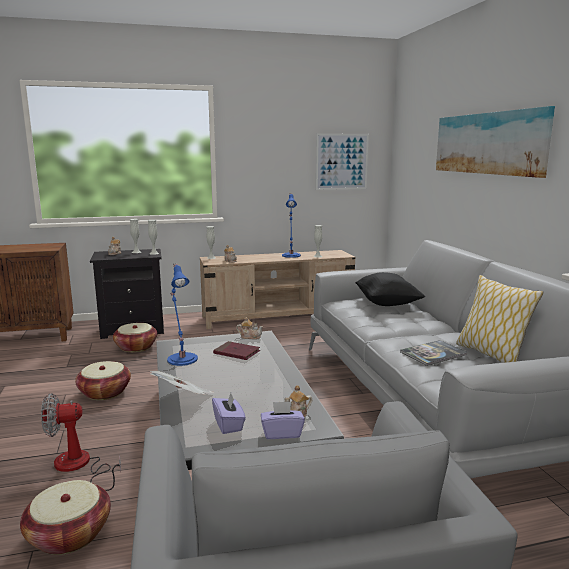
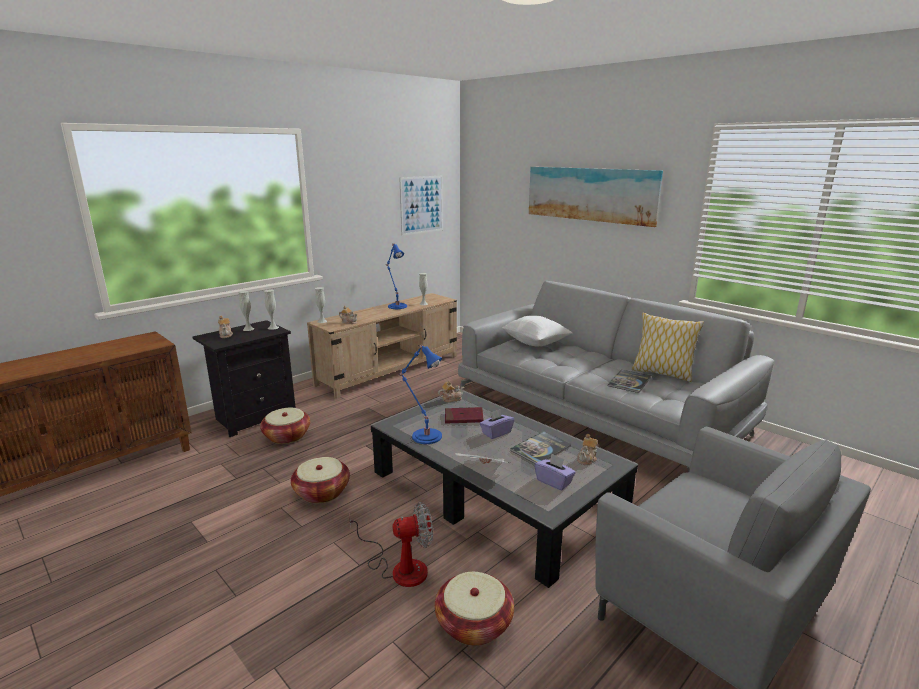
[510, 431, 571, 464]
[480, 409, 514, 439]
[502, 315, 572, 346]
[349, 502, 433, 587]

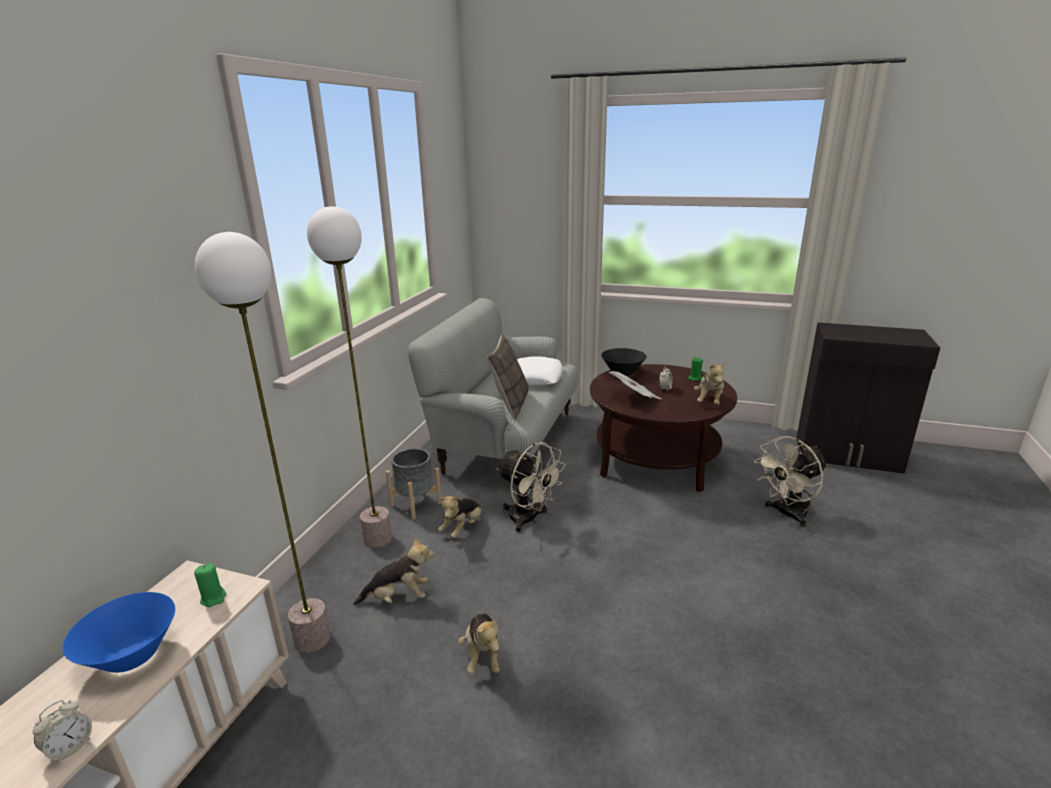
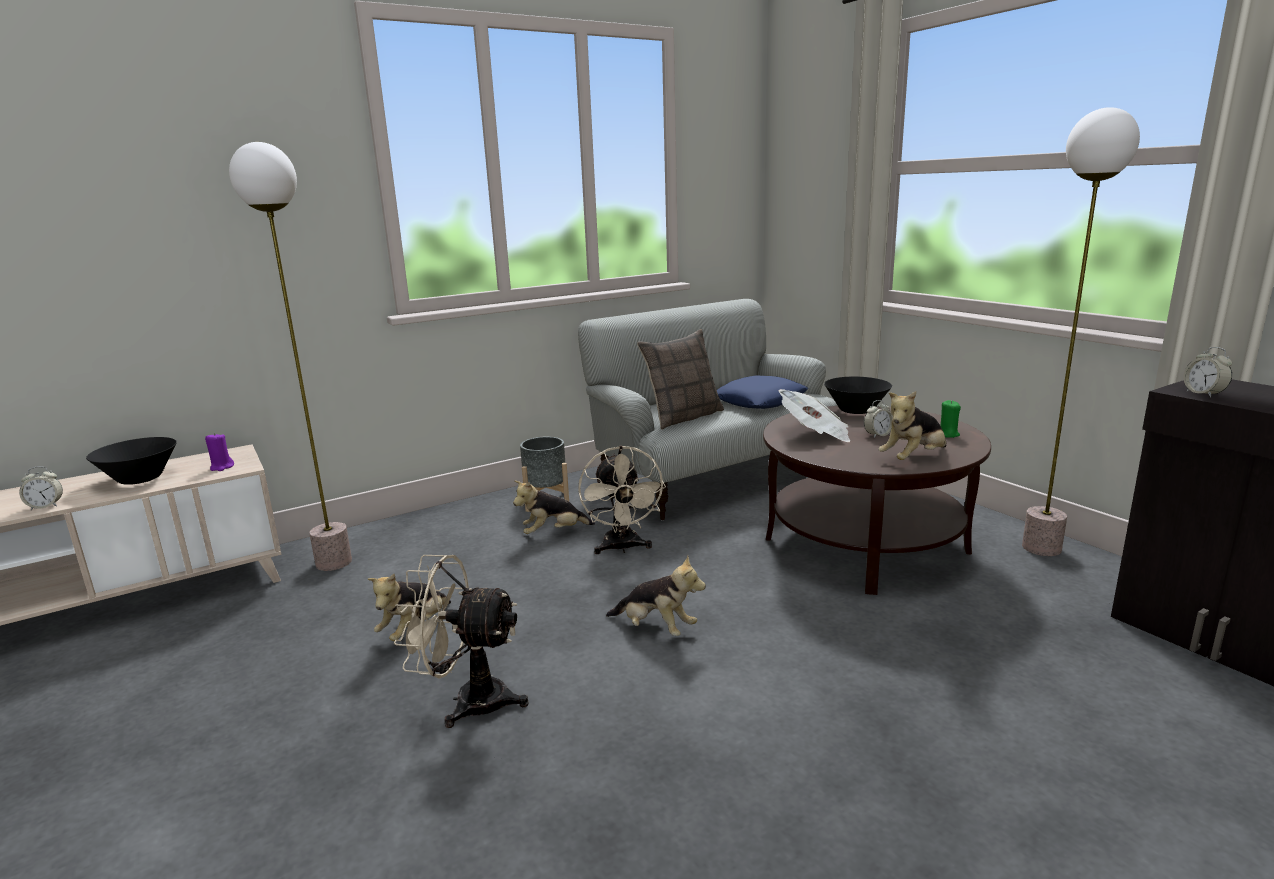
[1183, 347, 1232, 397]
[1022, 107, 1140, 556]
[606, 555, 706, 636]
[394, 555, 528, 728]
[86, 437, 177, 485]
[205, 433, 234, 471]
[717, 375, 808, 409]

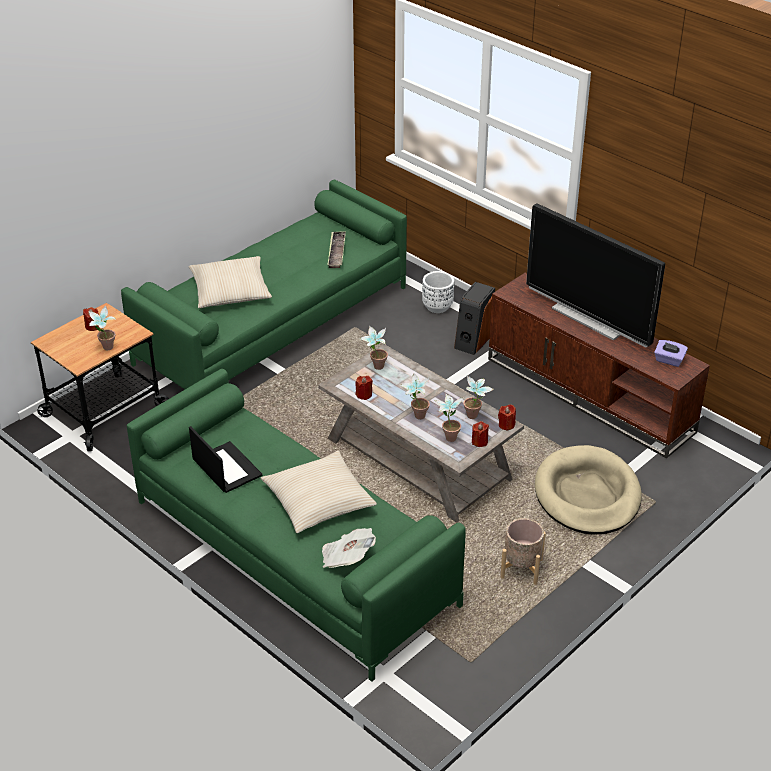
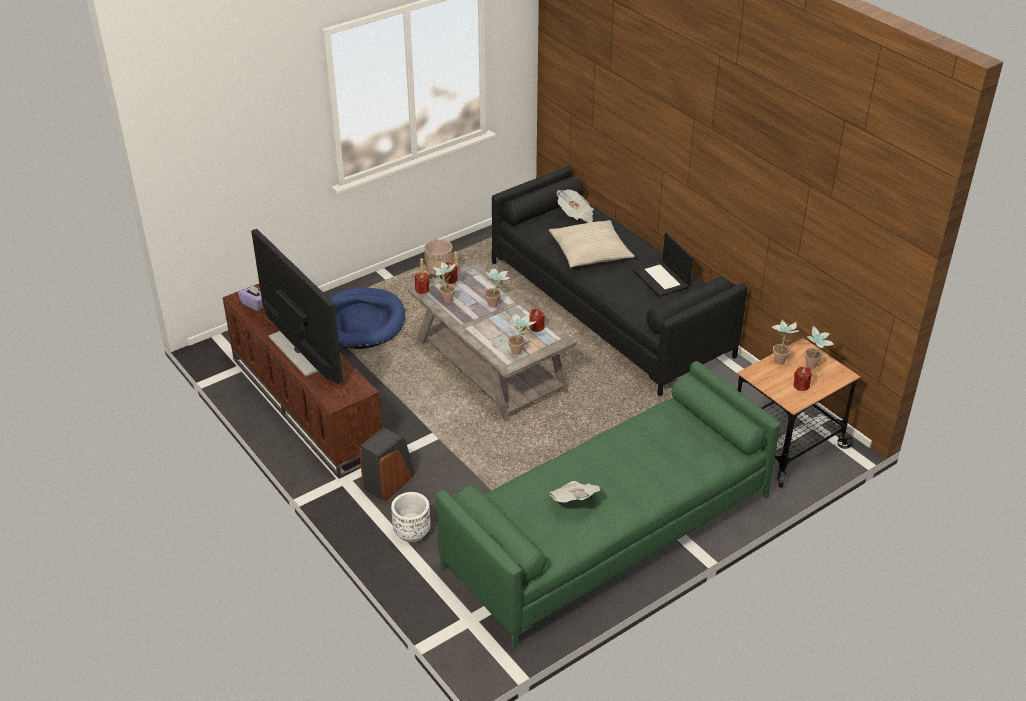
[188, 256, 272, 308] (first image)
[327, 231, 346, 268] (first image)
[549, 481, 600, 502]
[804, 326, 834, 369]
[492, 166, 748, 397]
[330, 288, 405, 349]

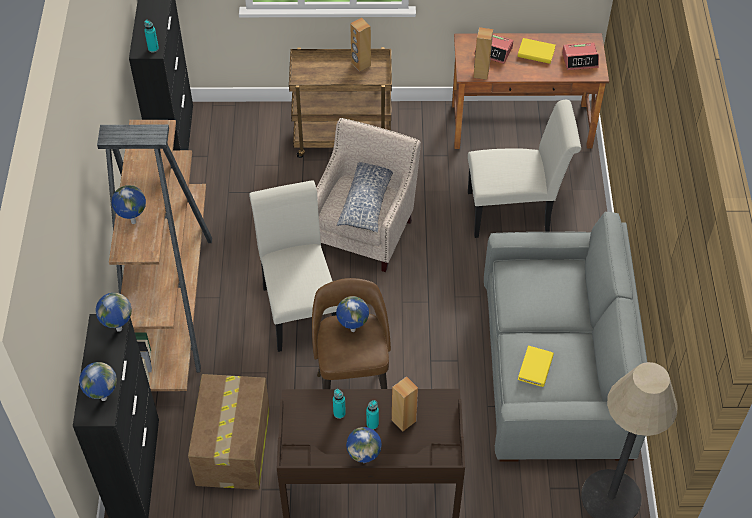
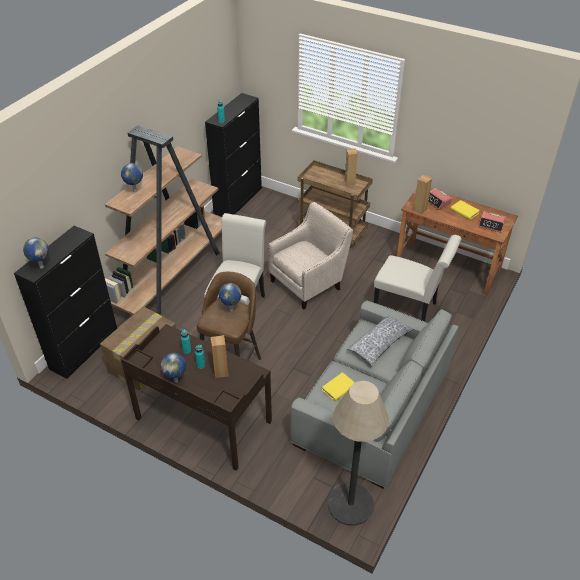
[96, 293, 132, 332] (first image)
[347, 315, 413, 366]

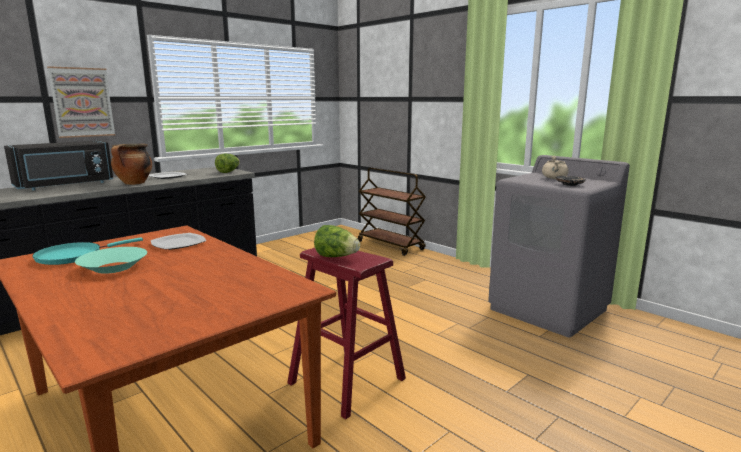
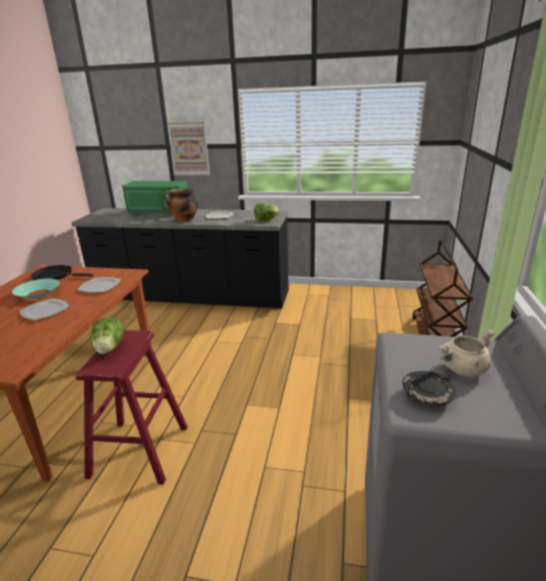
[20, 298, 69, 320]
[122, 181, 188, 214]
[31, 265, 93, 280]

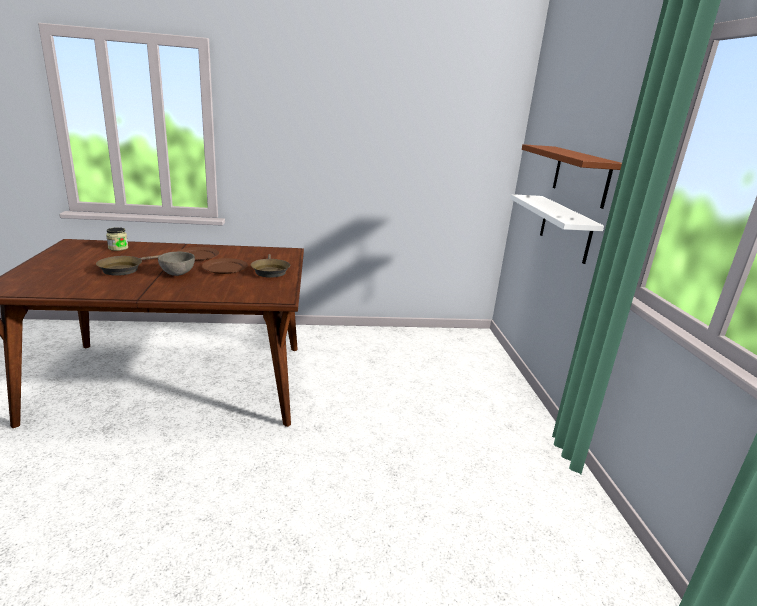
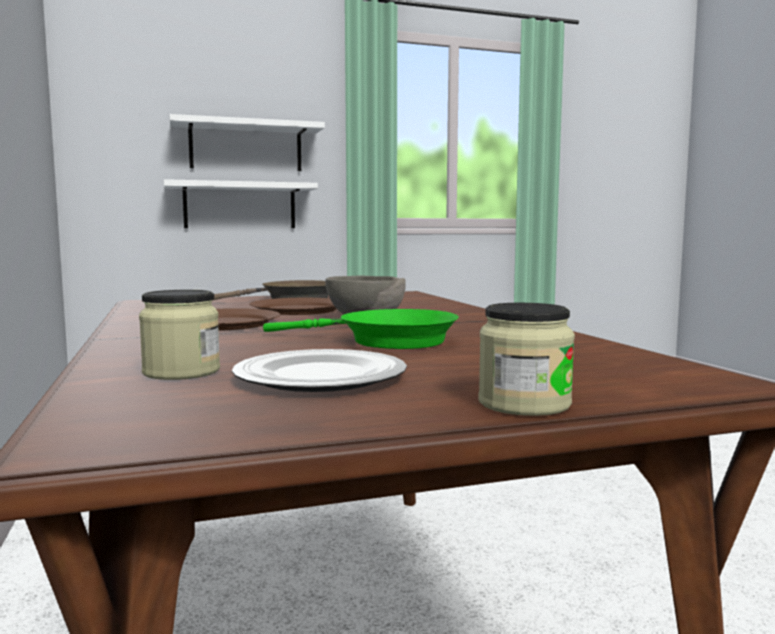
[232, 349, 407, 392]
[479, 303, 575, 416]
[263, 309, 458, 349]
[170, 114, 325, 171]

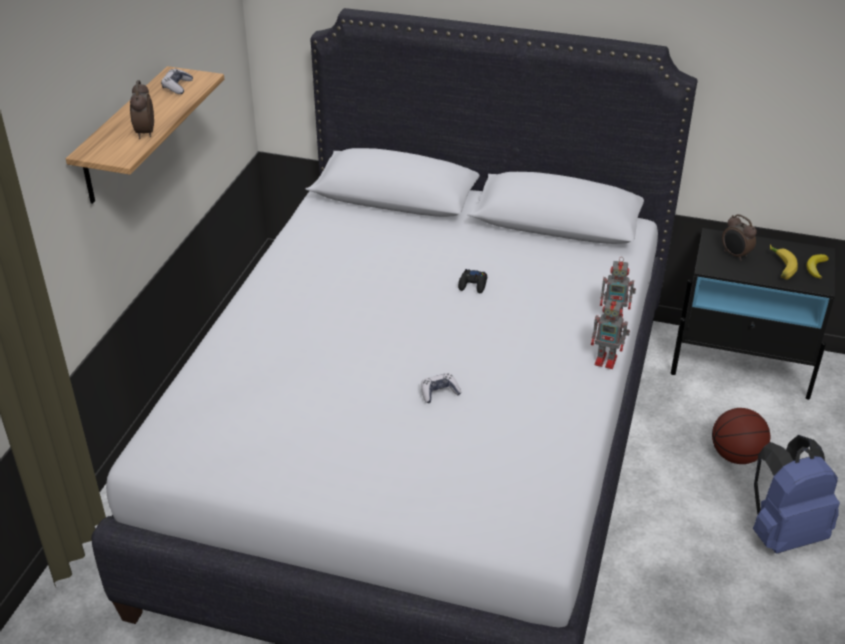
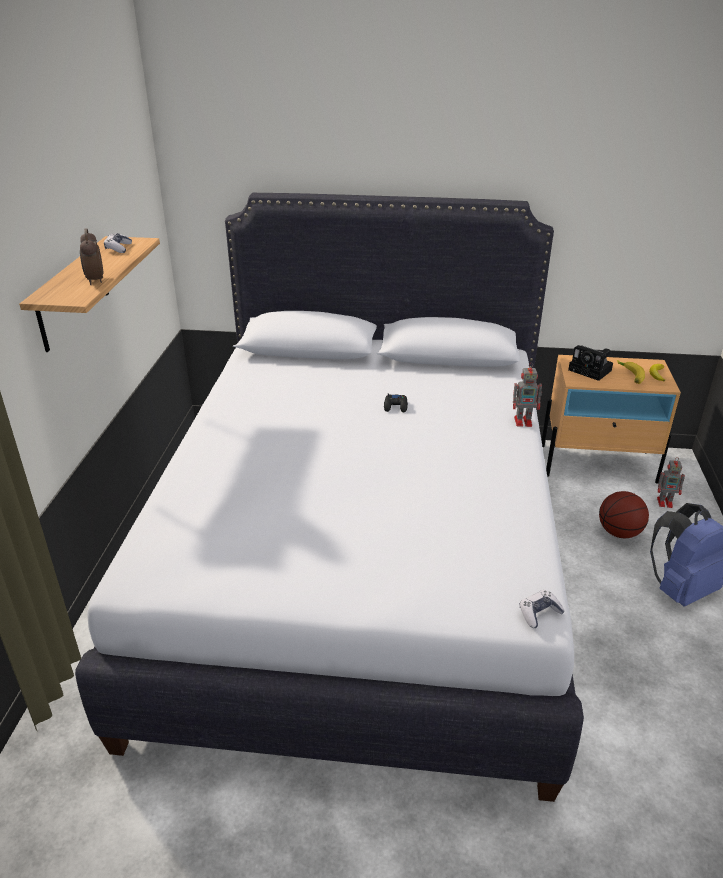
[519, 590, 565, 628]
[657, 458, 685, 508]
[568, 345, 613, 381]
[541, 355, 681, 484]

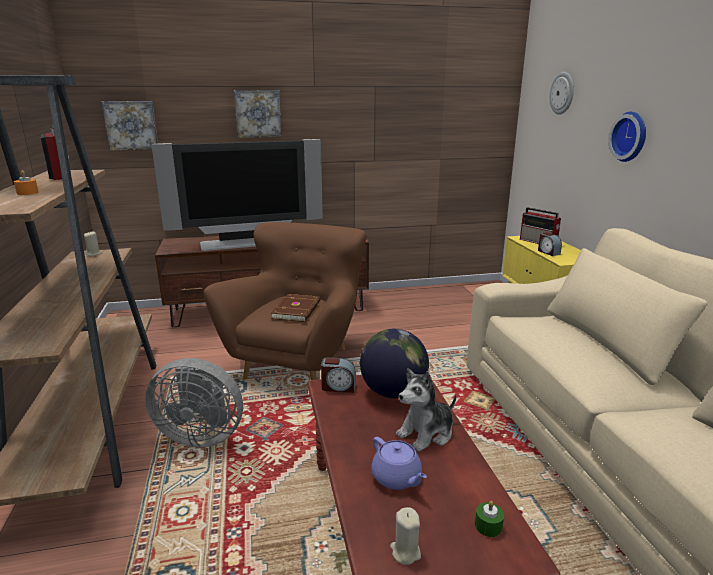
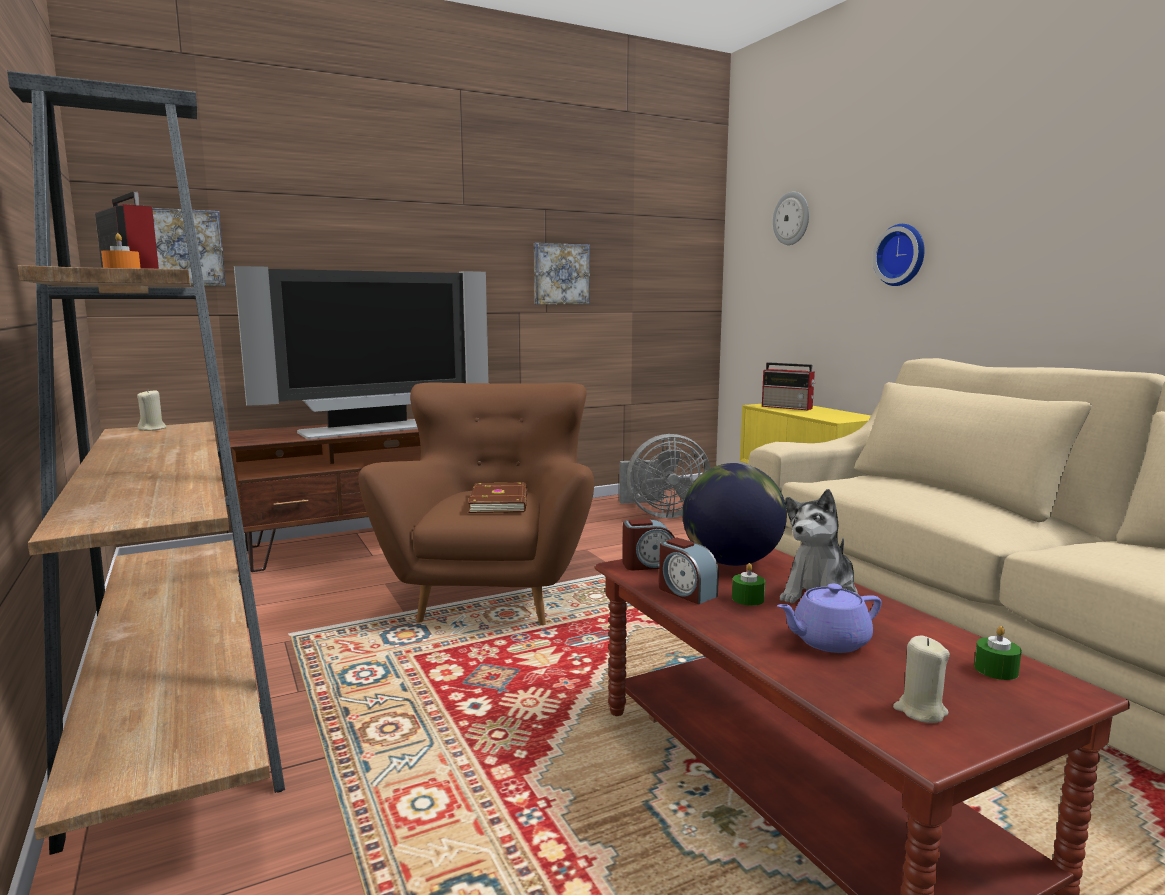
[732, 563, 765, 606]
[619, 434, 710, 518]
[534, 243, 590, 304]
[659, 537, 719, 605]
[777, 584, 882, 653]

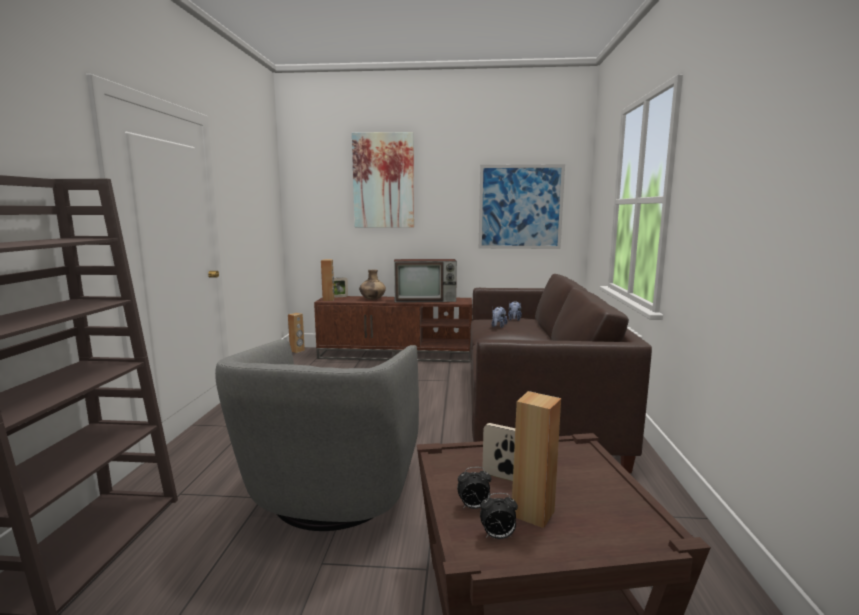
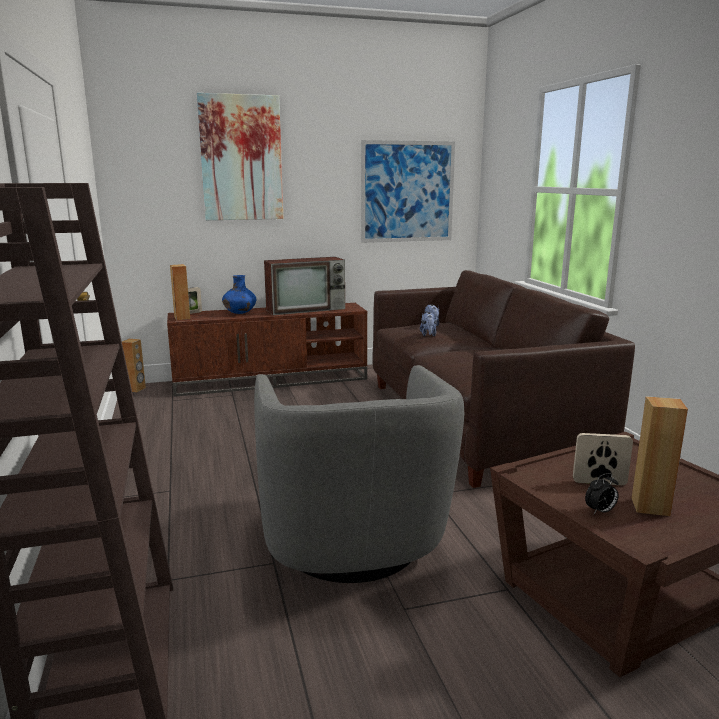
[480, 493, 518, 539] (first image)
[222, 275, 257, 314]

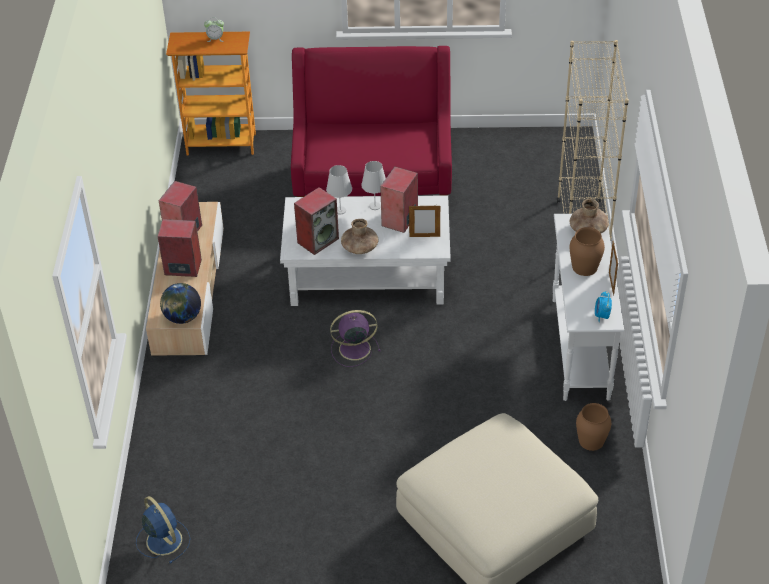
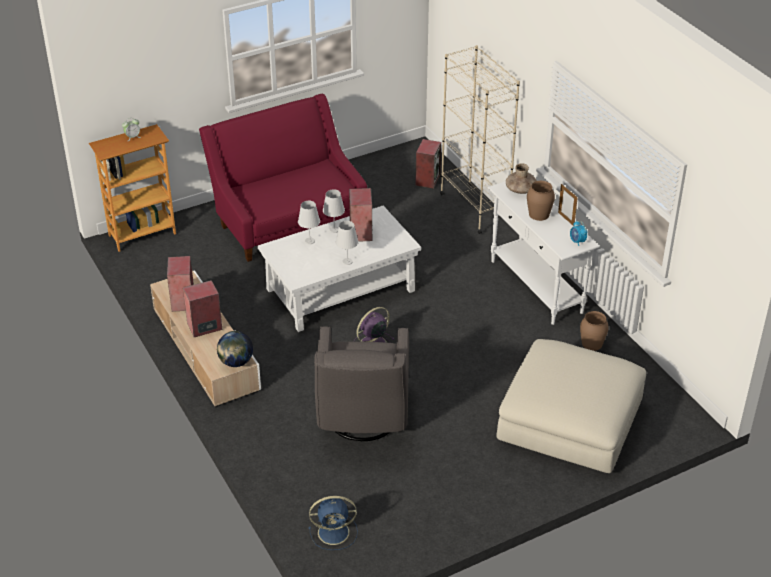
[409, 205, 440, 237] (first image)
[314, 326, 409, 441]
[415, 139, 441, 189]
[336, 221, 359, 265]
[309, 496, 358, 550]

